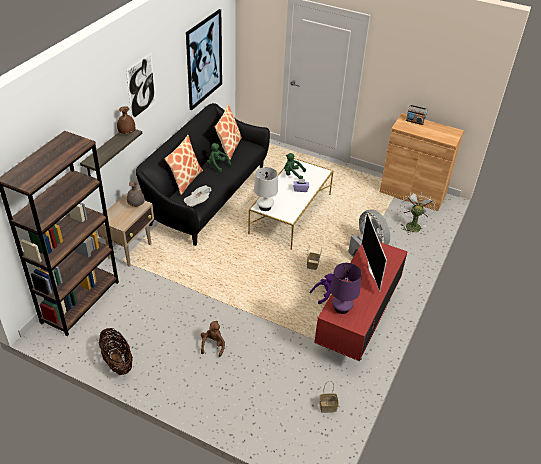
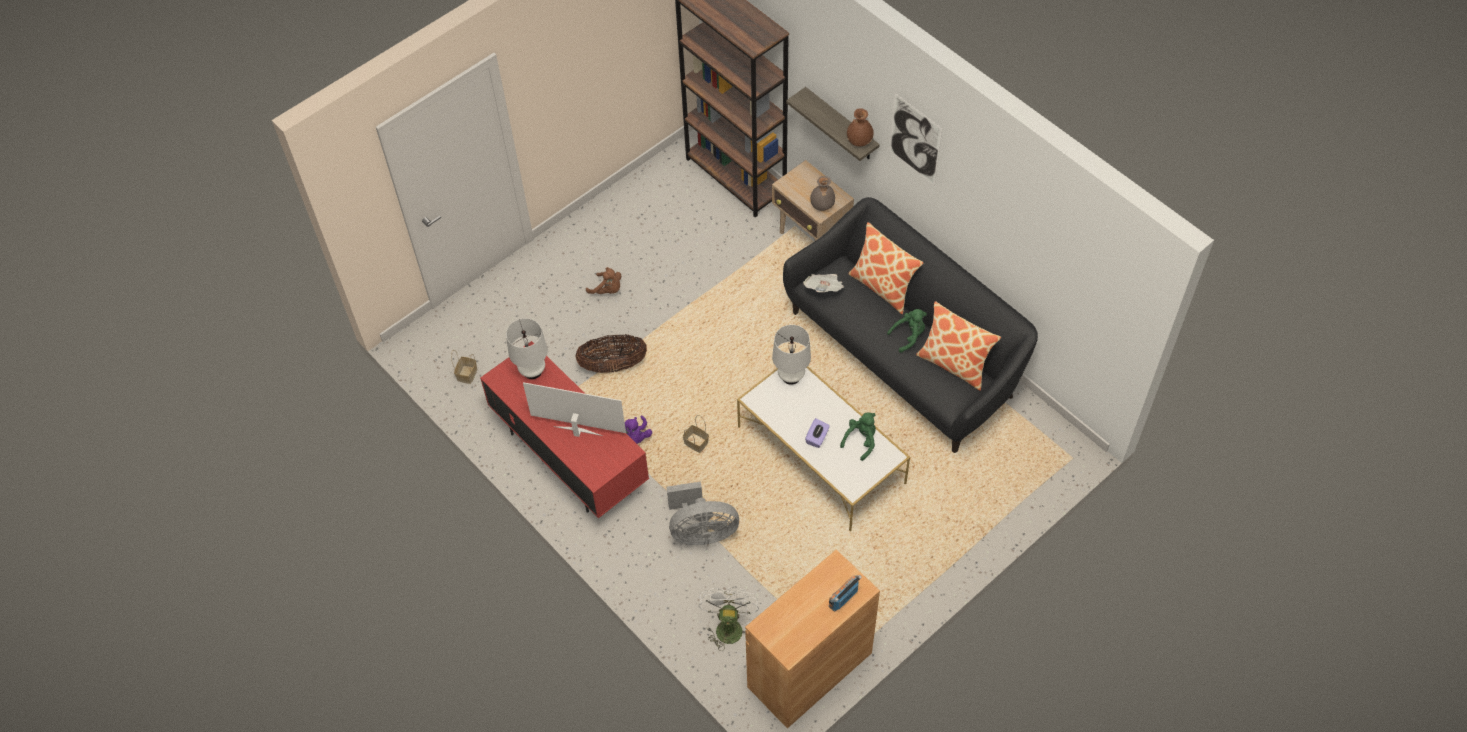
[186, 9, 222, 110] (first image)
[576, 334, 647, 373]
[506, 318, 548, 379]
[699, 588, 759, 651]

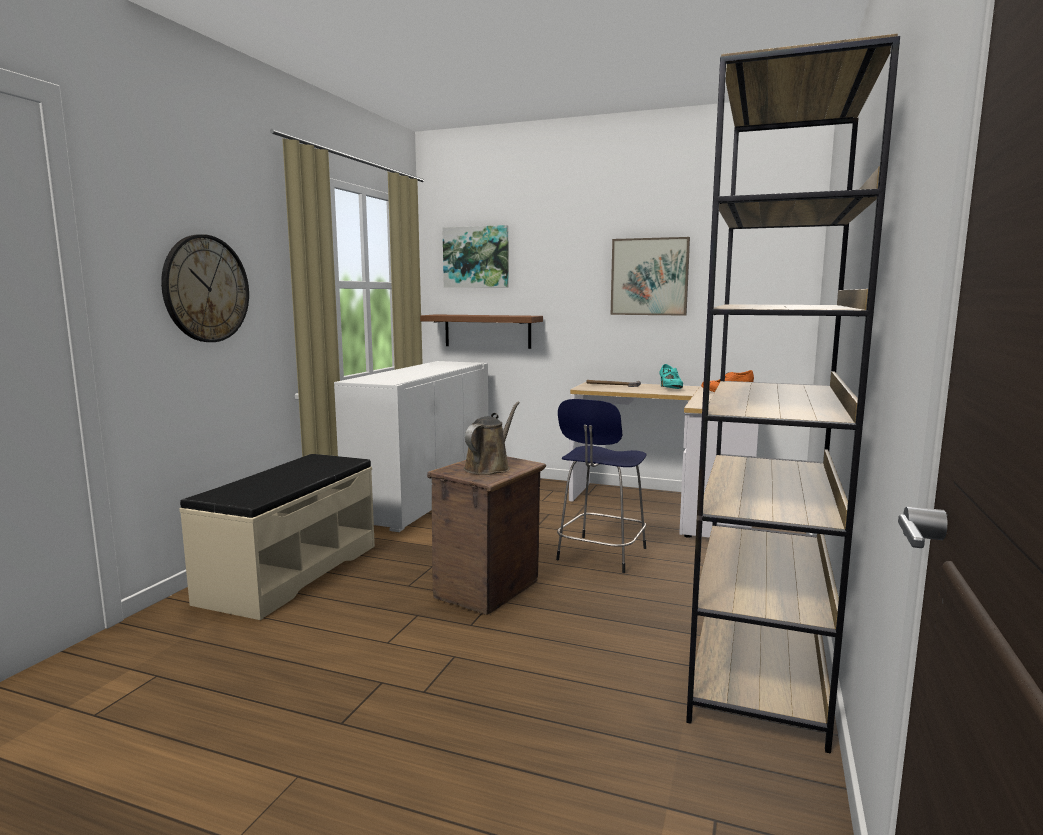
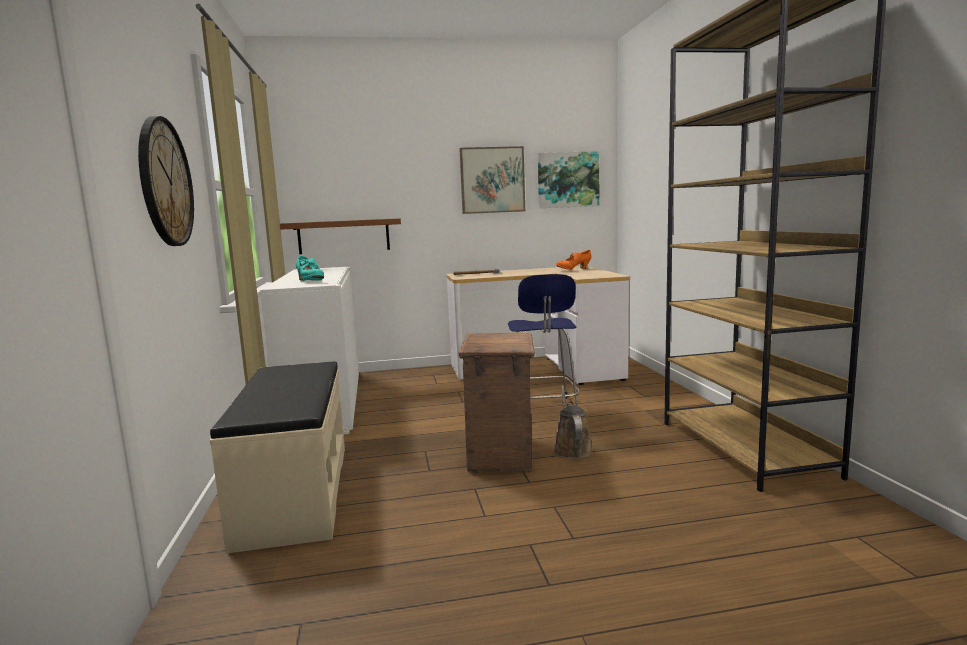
[538, 151, 599, 208]
[553, 385, 593, 459]
[296, 256, 324, 281]

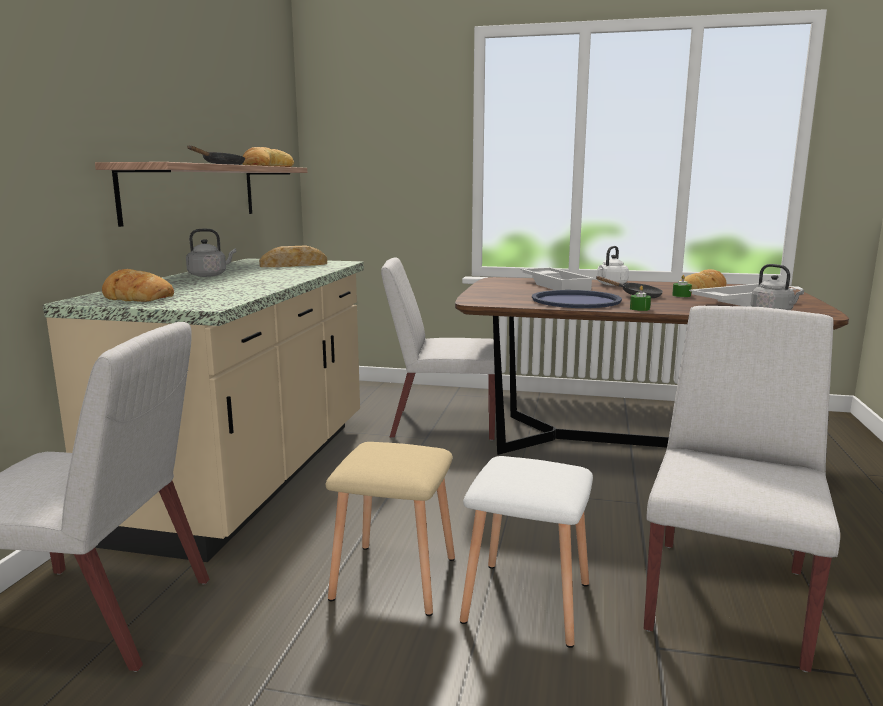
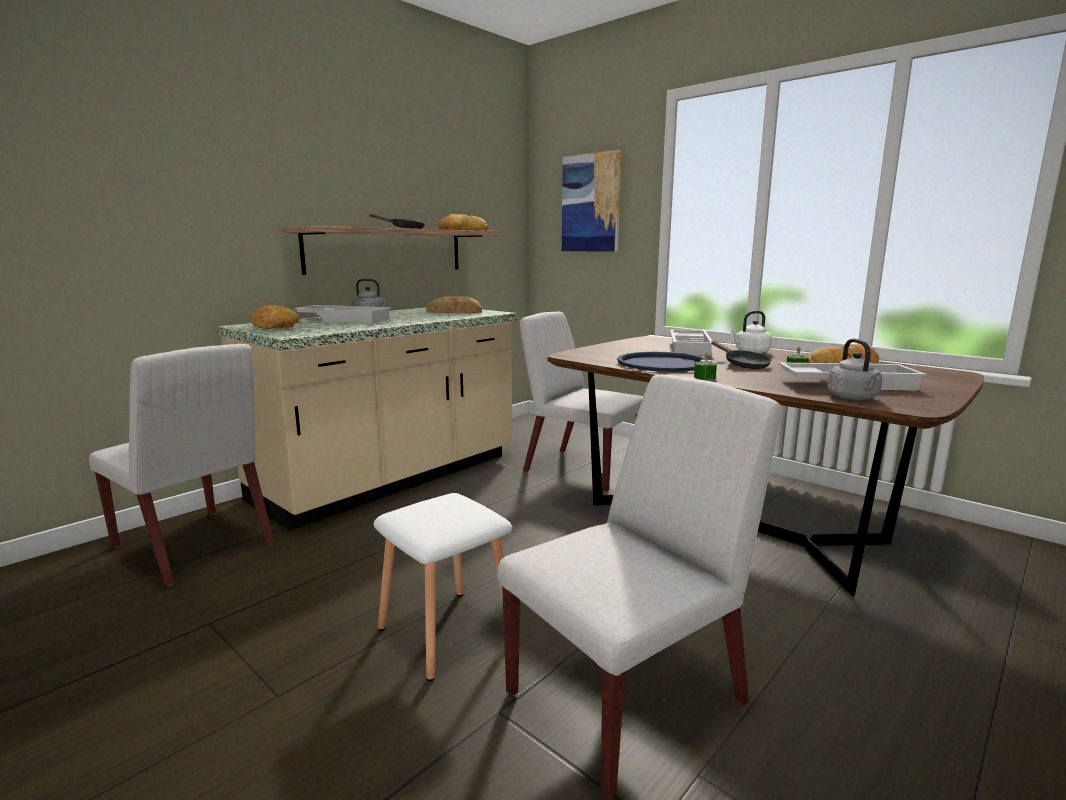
[326, 442, 455, 616] (first image)
[294, 305, 391, 323]
[562, 150, 622, 252]

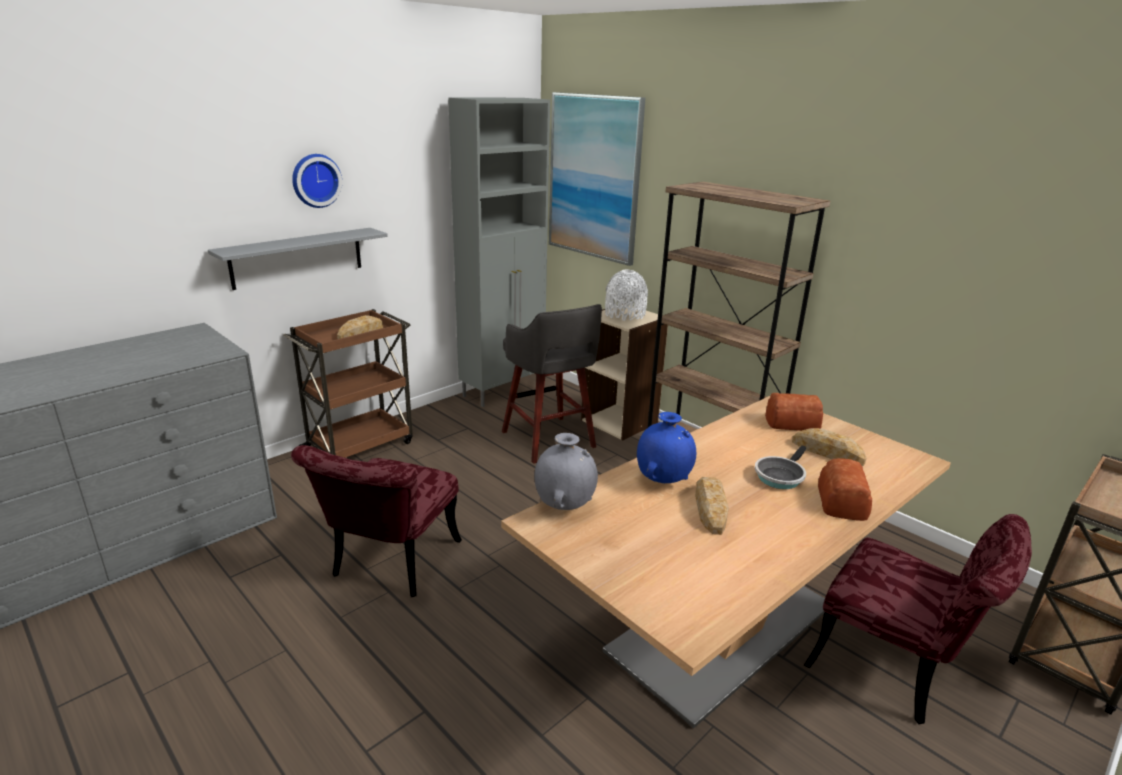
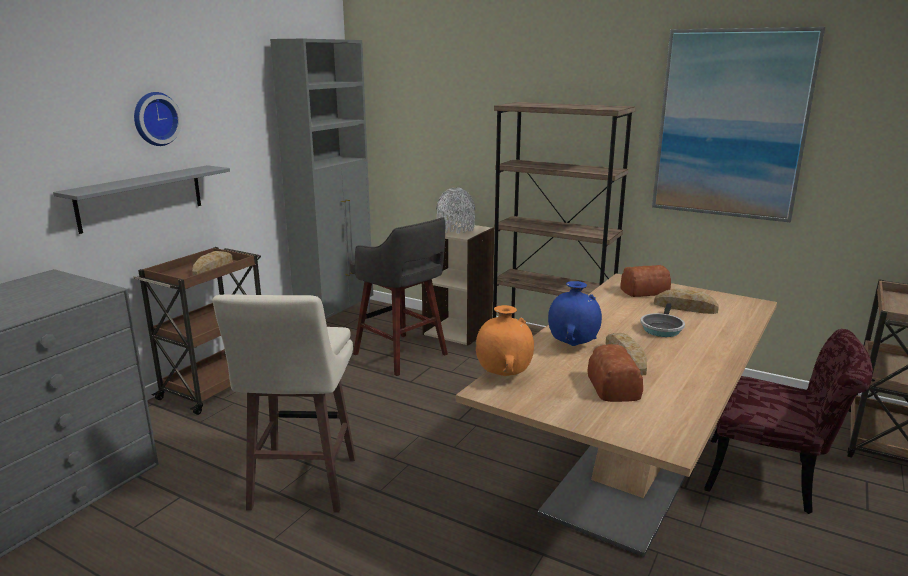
[652, 27, 825, 223]
[587, 344, 643, 402]
[213, 294, 356, 513]
[476, 305, 534, 376]

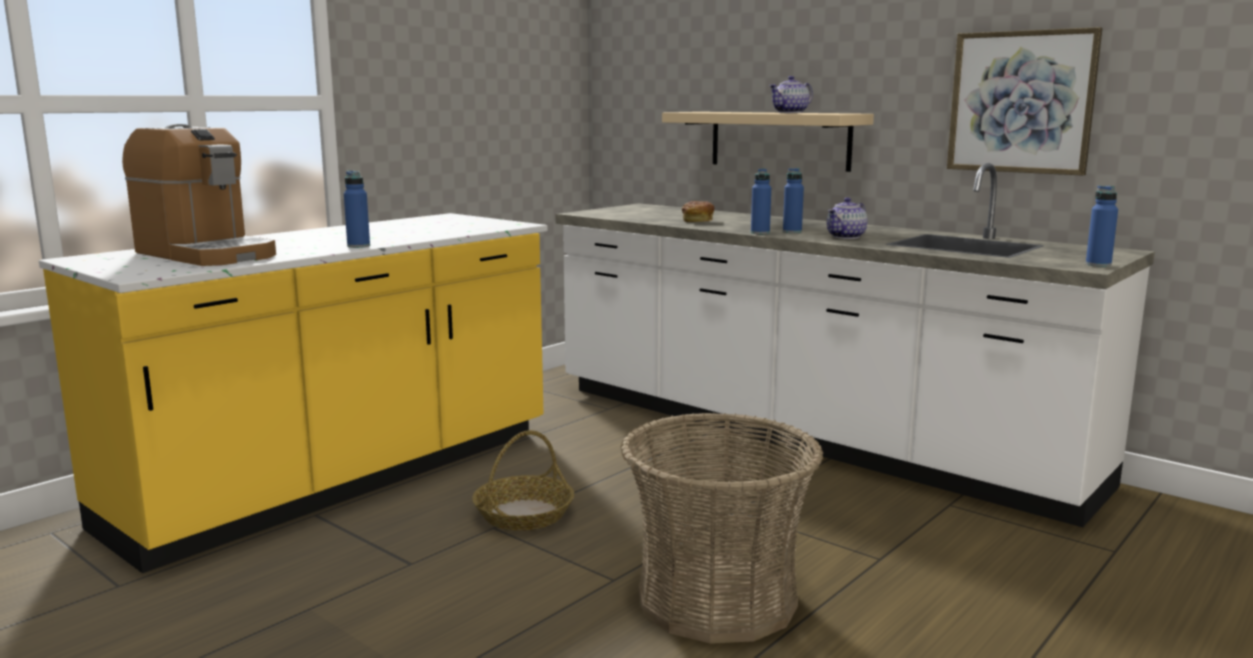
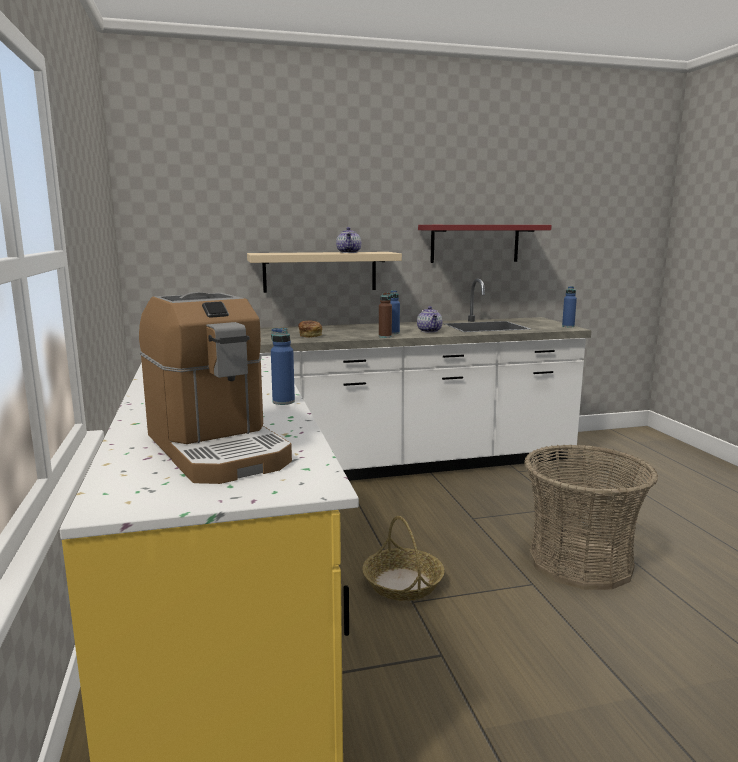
[418, 225, 552, 263]
[379, 292, 392, 338]
[139, 292, 292, 484]

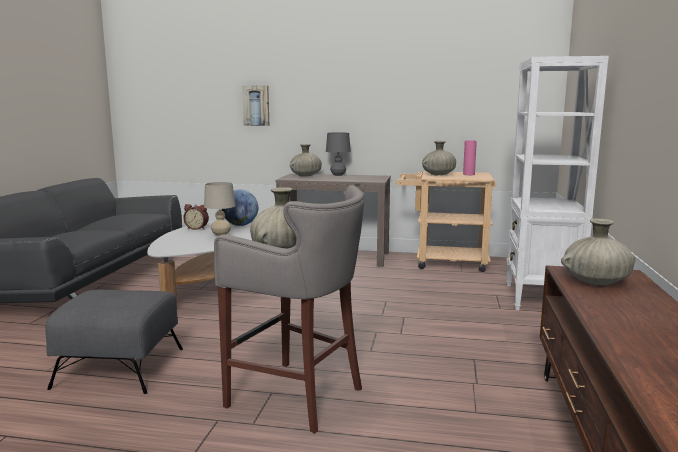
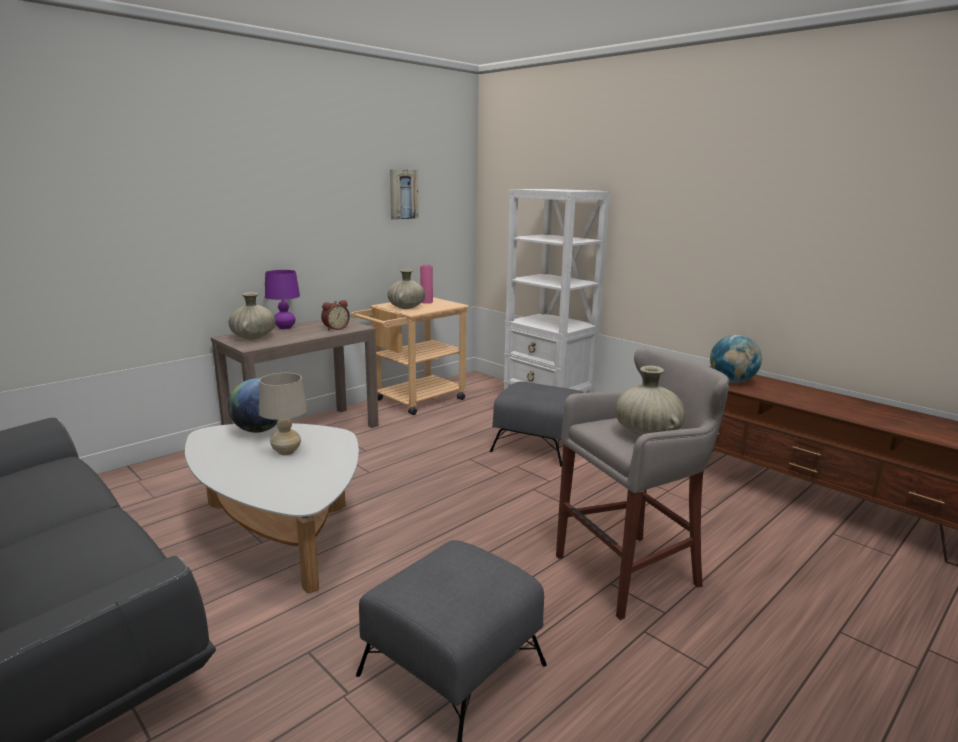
[490, 382, 584, 467]
[321, 300, 350, 330]
[390, 170, 419, 220]
[710, 335, 762, 383]
[265, 270, 300, 329]

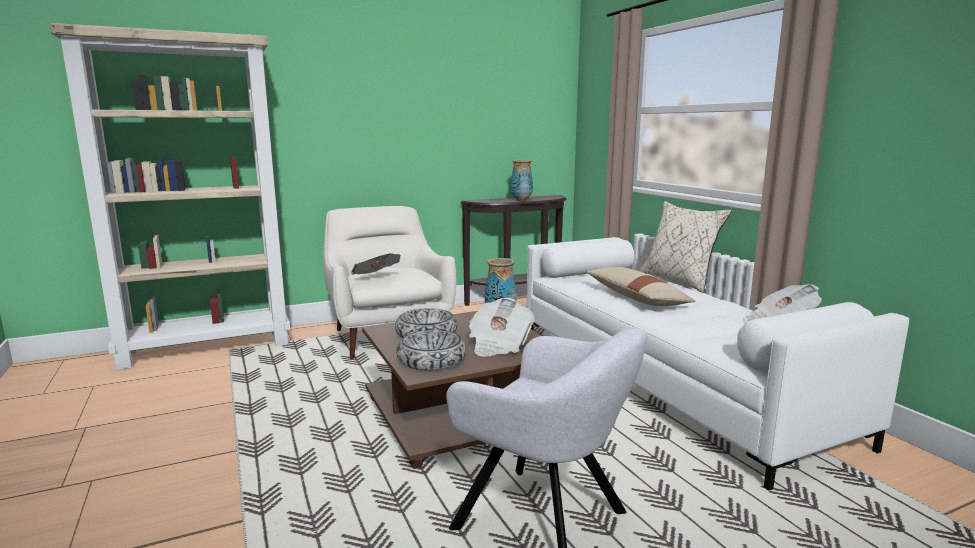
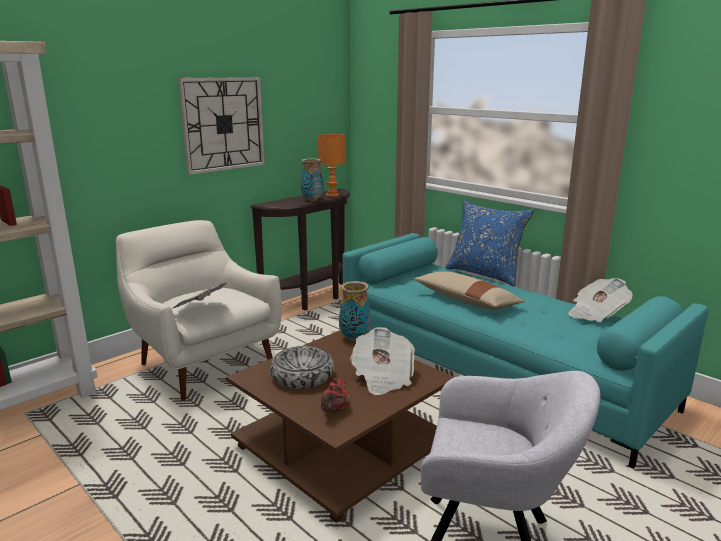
[178, 77, 265, 175]
[318, 134, 346, 197]
[321, 378, 349, 412]
[343, 233, 708, 469]
[446, 200, 534, 287]

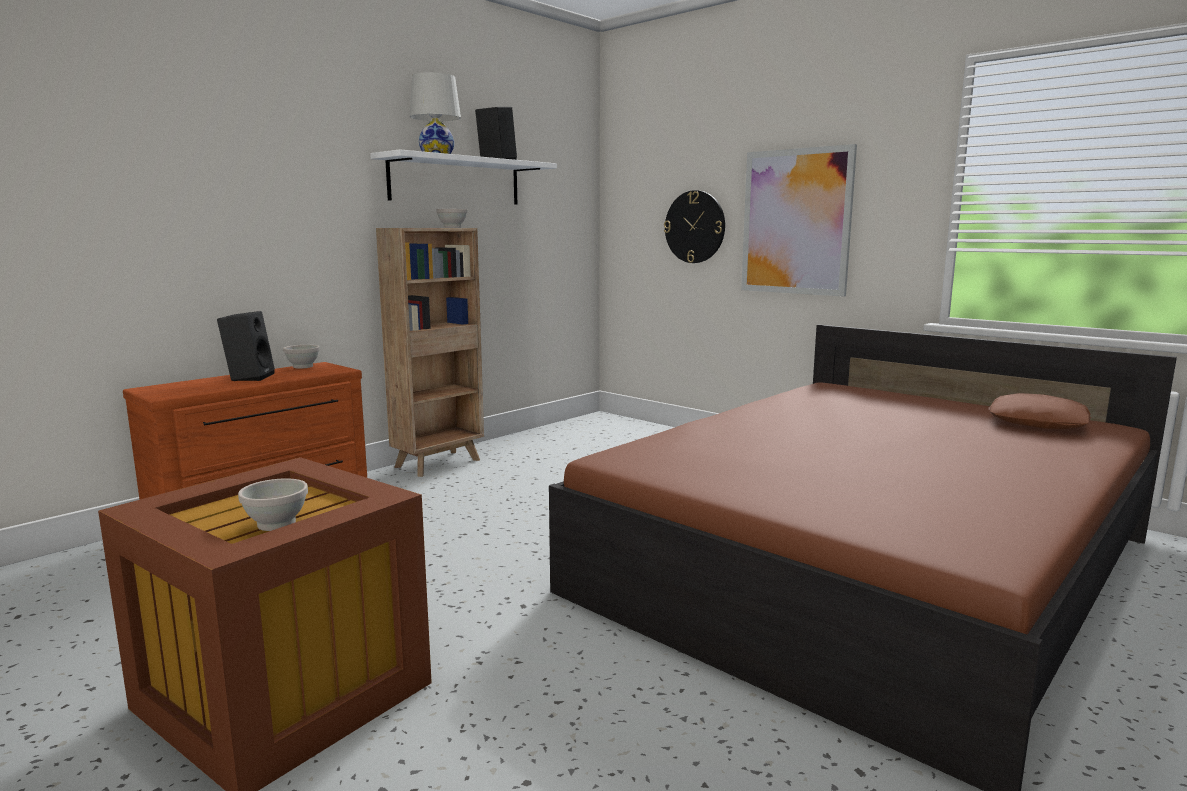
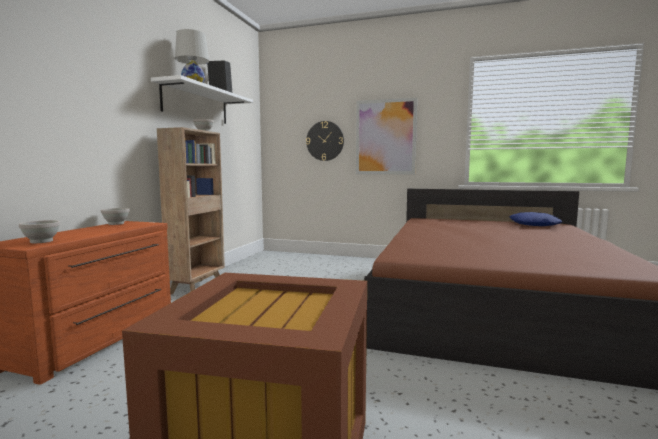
[217, 311, 275, 381] (first image)
[19, 220, 60, 243]
[509, 212, 562, 226]

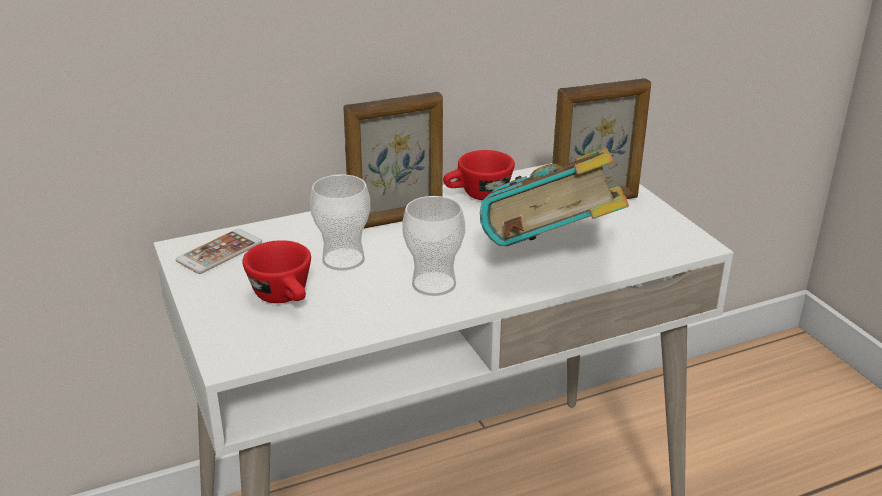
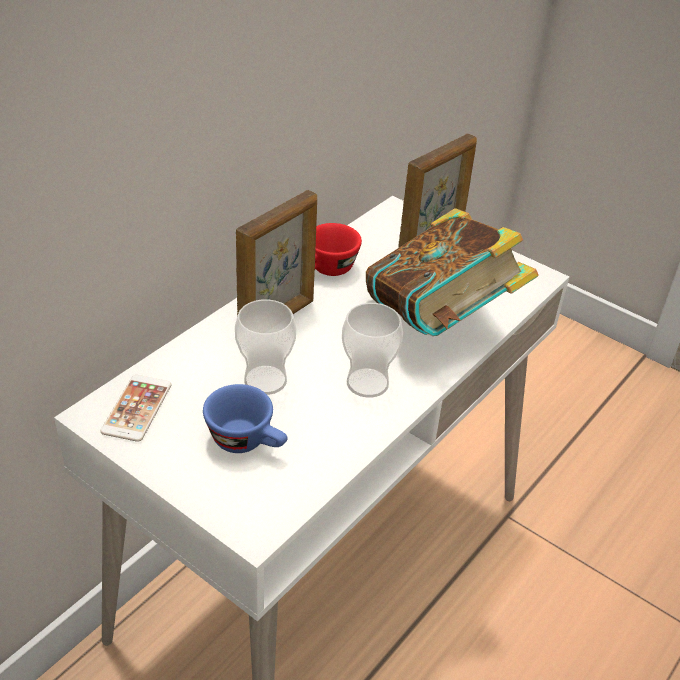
[203, 384, 287, 453]

